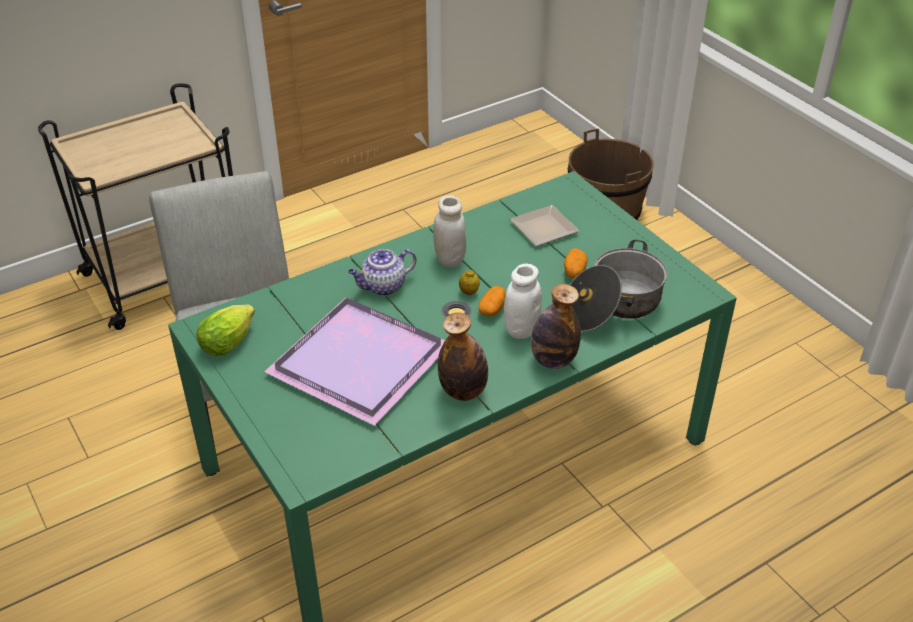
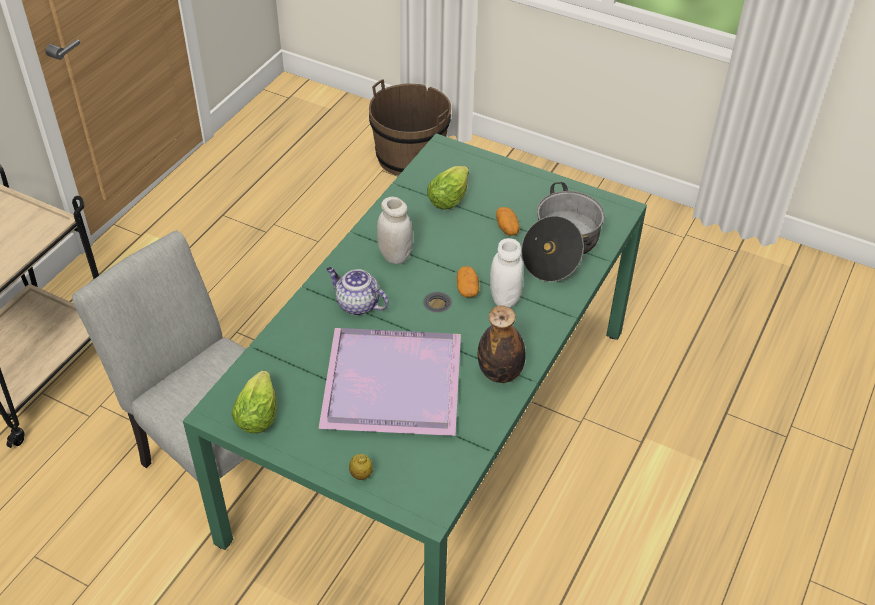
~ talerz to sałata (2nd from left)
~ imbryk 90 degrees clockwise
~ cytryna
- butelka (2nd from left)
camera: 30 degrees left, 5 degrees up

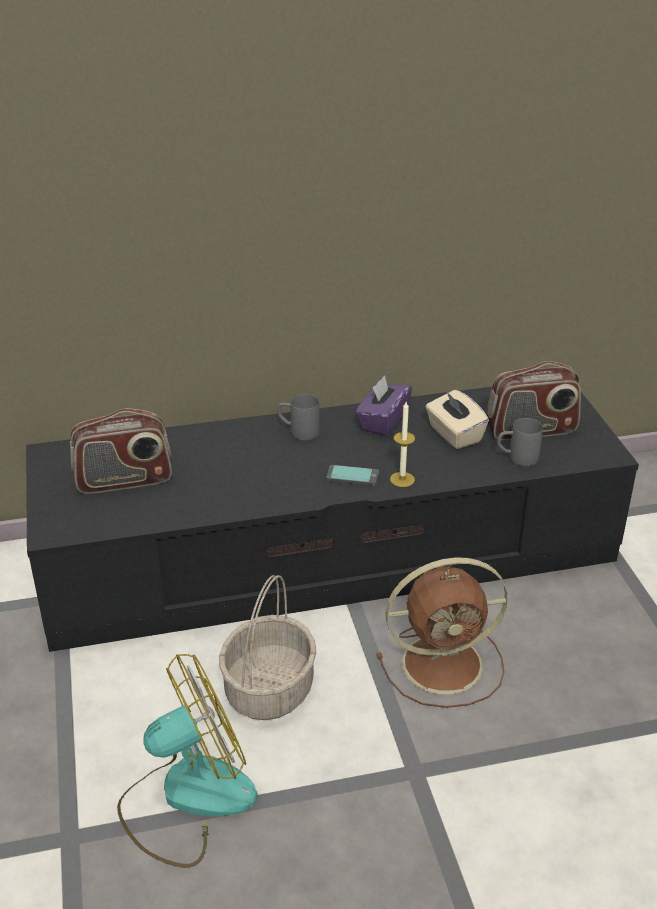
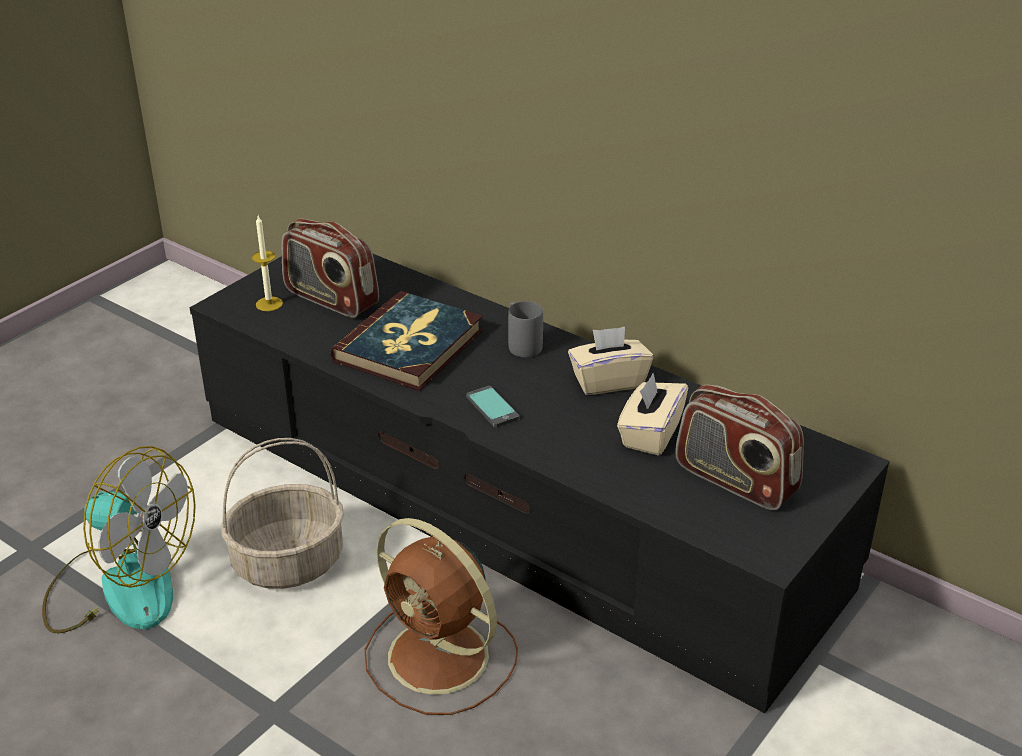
~ pudełko chusteczek [fioletowy] to pudełko chusteczek [beżowy] (1st from left)
~ świeca
- kubek [szary] (2nd from left)
+ książka
camera: 50 degrees right, 0 degrees up

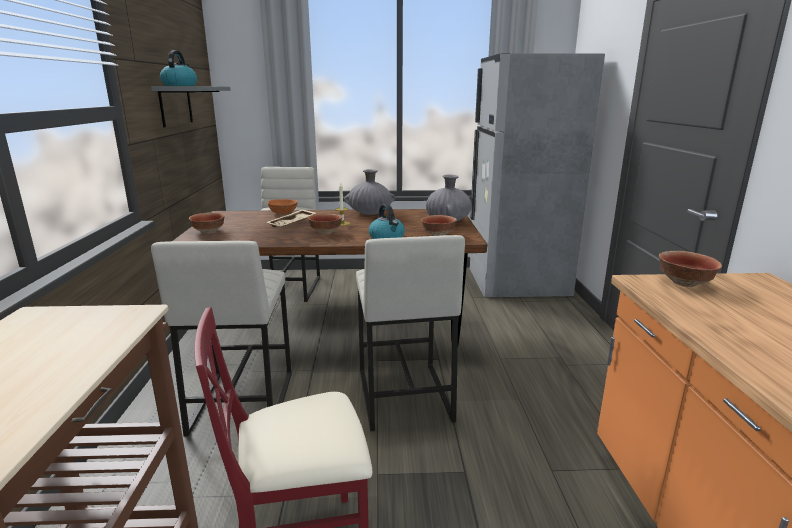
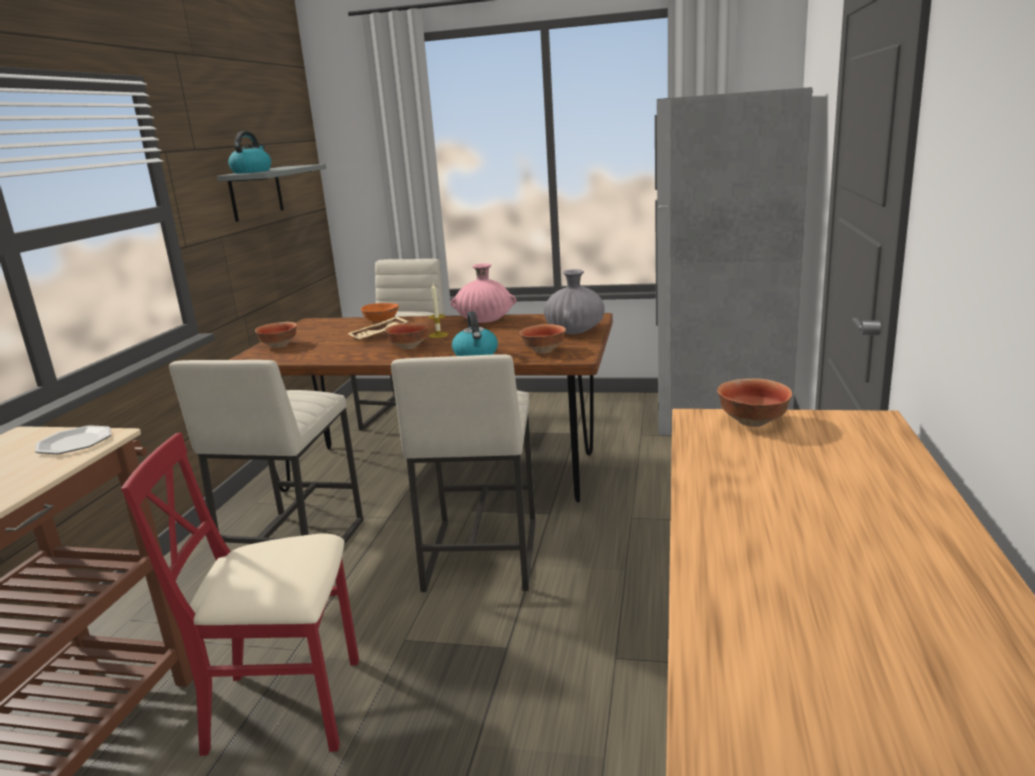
~ wazon [szary] (1st from left) to wazon [różowy]
+ talerz
camera: 15 degrees right, 0 degrees up

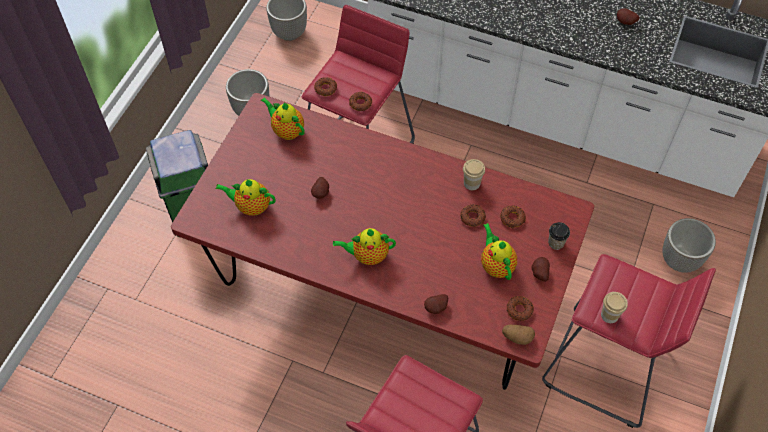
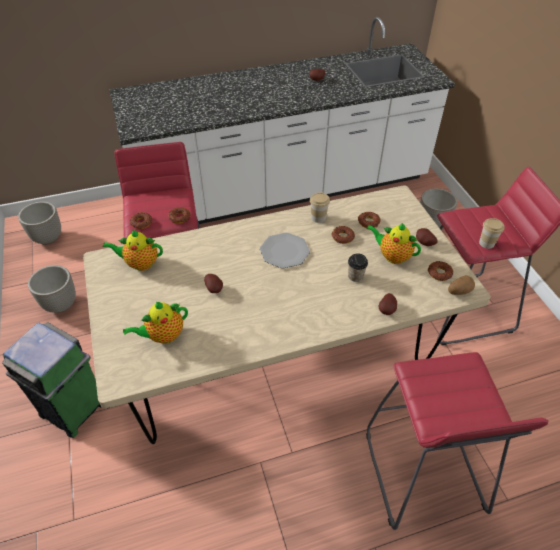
~ stół jadalny [czerwony] to stół jadalny [beżowy]
~ filiżanka (2nd from left)
- imbryk (3rd from left)
+ talerz
camera: 40 degrees left, 10 degrees down

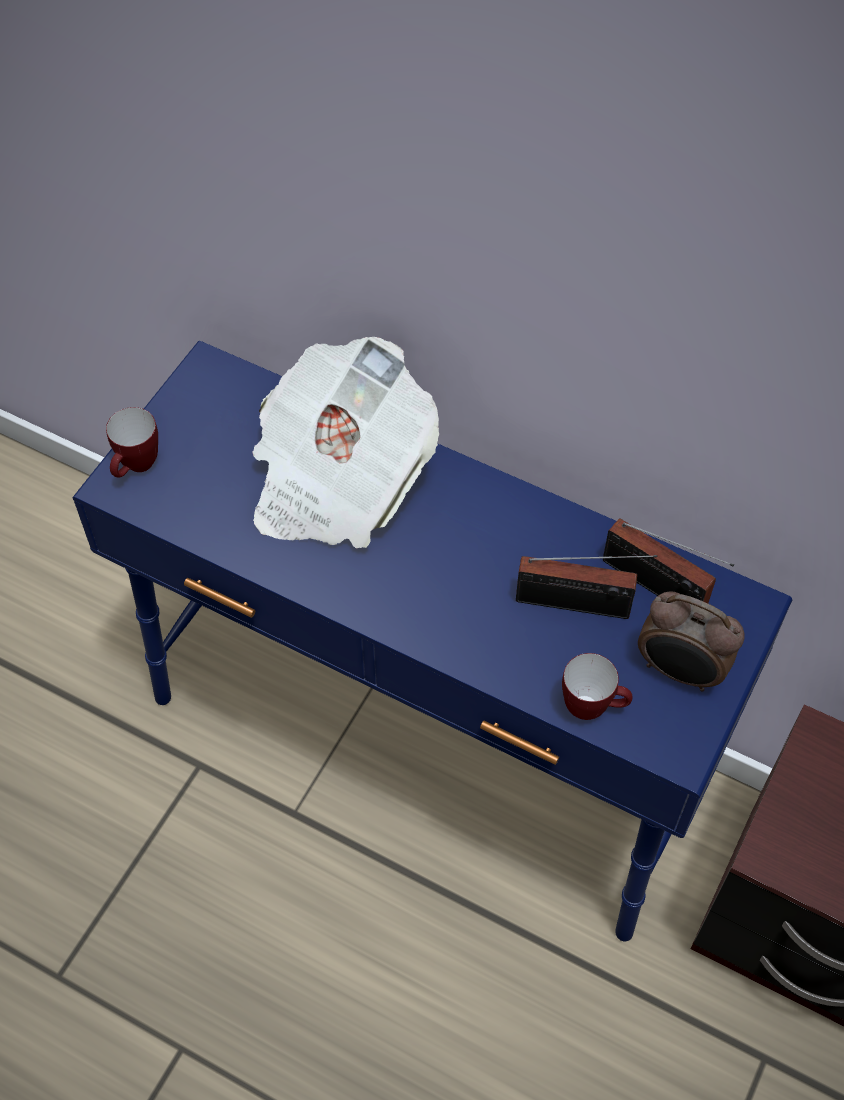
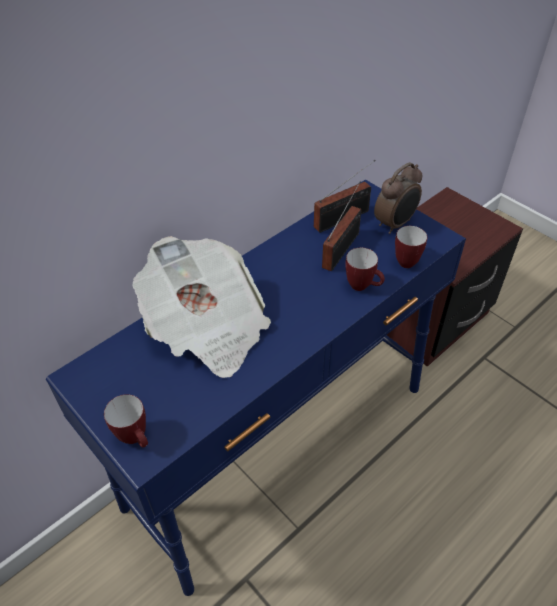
+ kubek (2nd from left)
camera: 70 degrees left, 10 degrees down

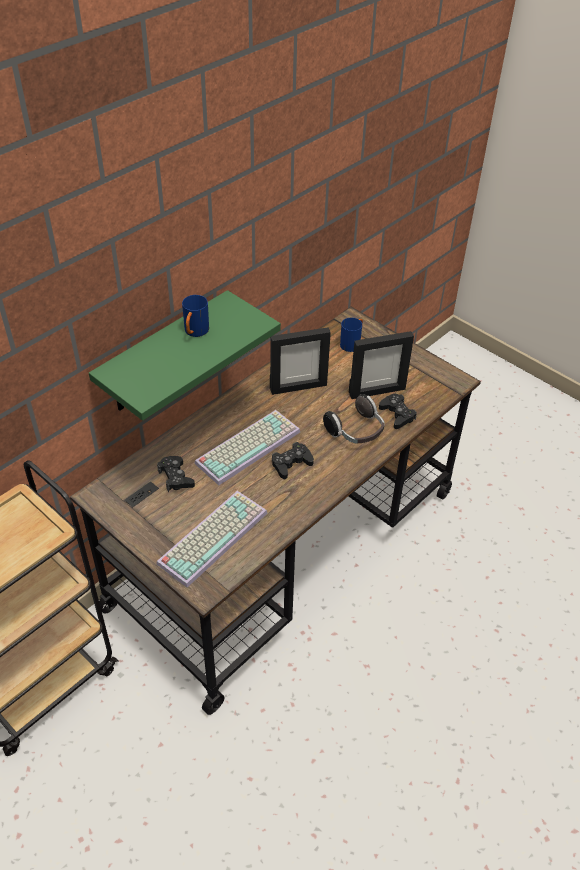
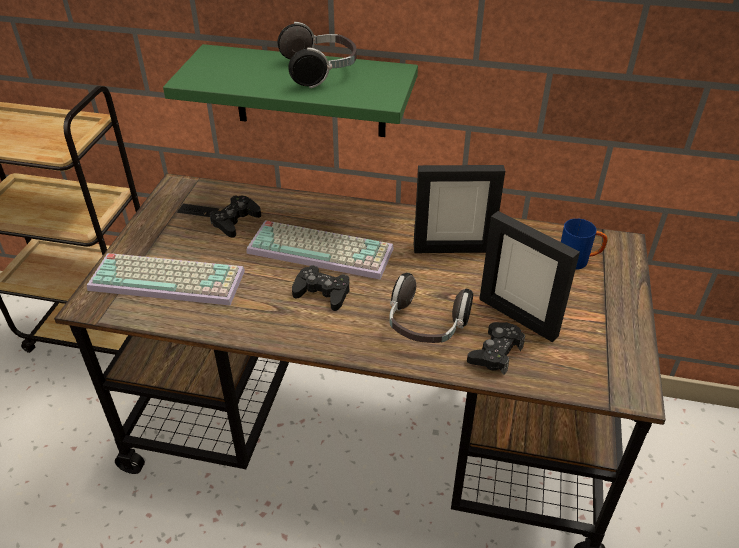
~ kubek [niebieski] (1st from left) to słuchawki (1st from left)
~ ramka na zdjęcie (1st from left) 45 degrees counterclockwise
camera: 60 degrees right, 5 degrees down

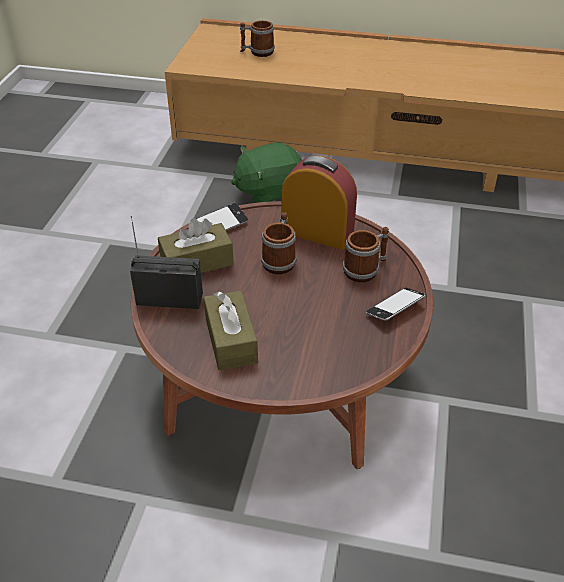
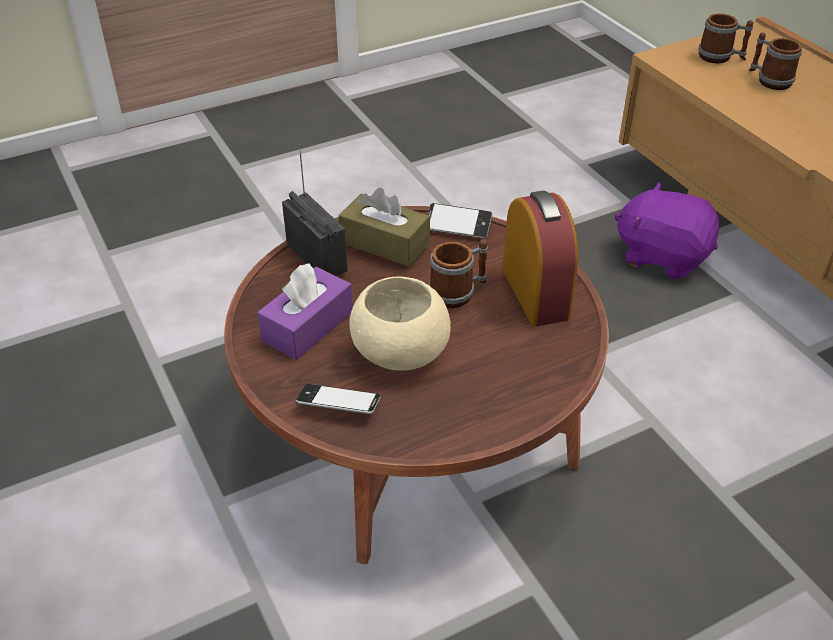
~ pluszak [zielony] to pluszak [fioletowy]
~ kubek (3rd from left in the first image) to kubek (2nd from left)
~ telefon (2nd from left in the first image) to telefon (1st from left)
~ pudełko chusteczek [brązowy] (2nd from left) to pudełko chusteczek [fioletowy]
+ miska [beżowy]
camera: 50 degrees right, 0 degrees up

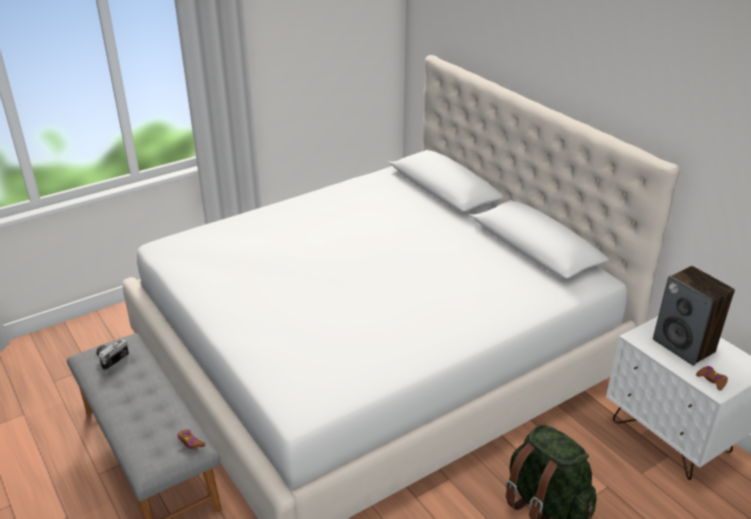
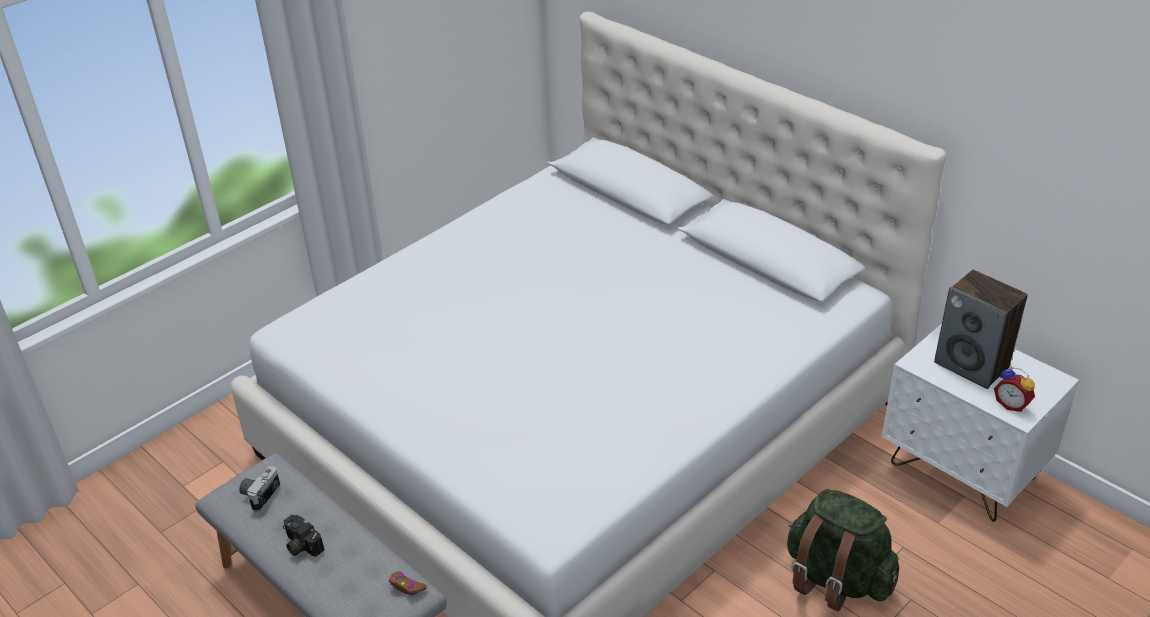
~ pad do gier [brązowy] (2nd from left) to budzik
+ aparat fotograficzny (2nd from left)
camera: 10 degrees left, 5 degrees up

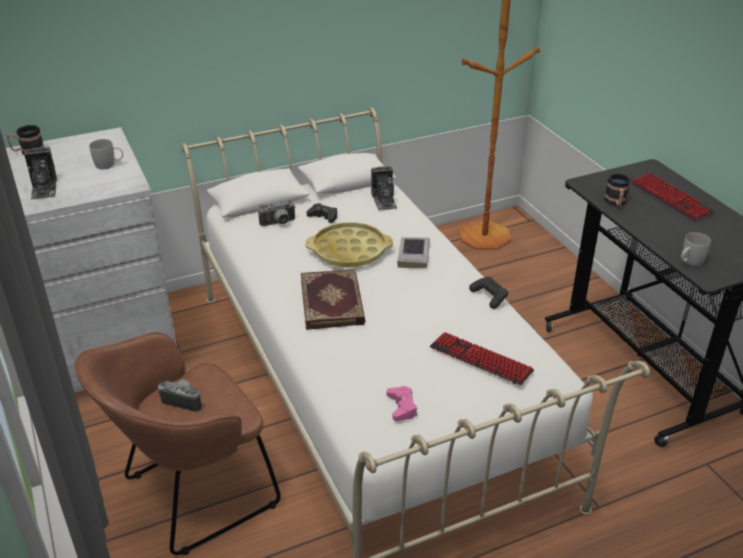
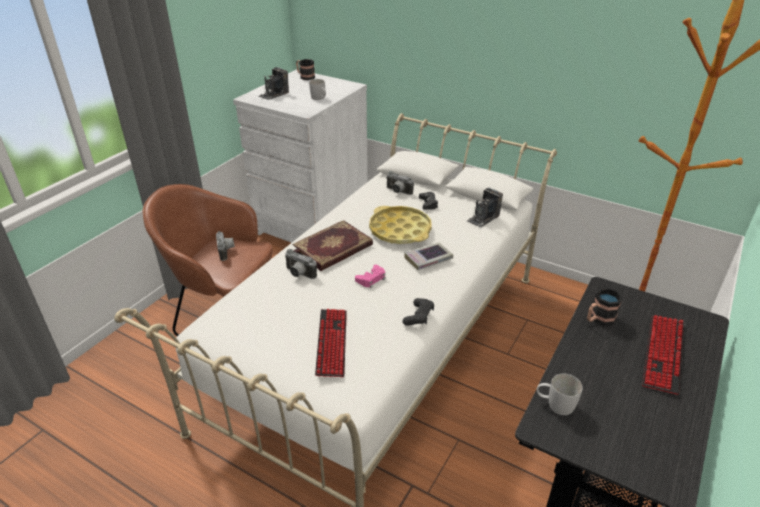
~ pad do gier [różowy]
+ aparat fotograficzny (3rd from left)
camera: 55 degrees right, 0 degrees up

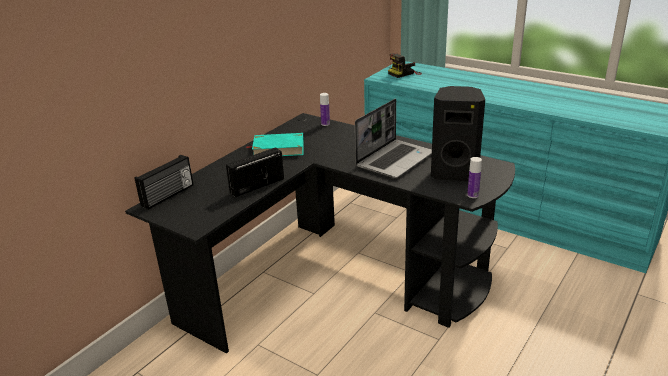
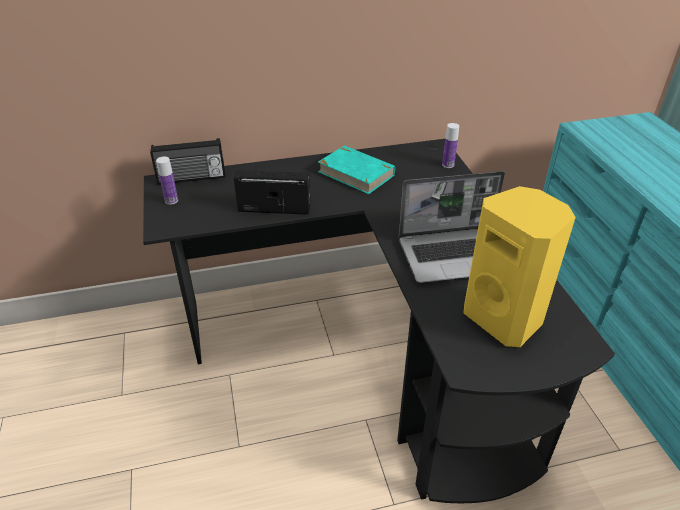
- aparat fotograficzny
~ głośnik [czarny] to głośnik [żółty]
~ butelka (2nd from left in the first image) to butelka (1st from left)
camera: 40 degrees right, 10 degrees up

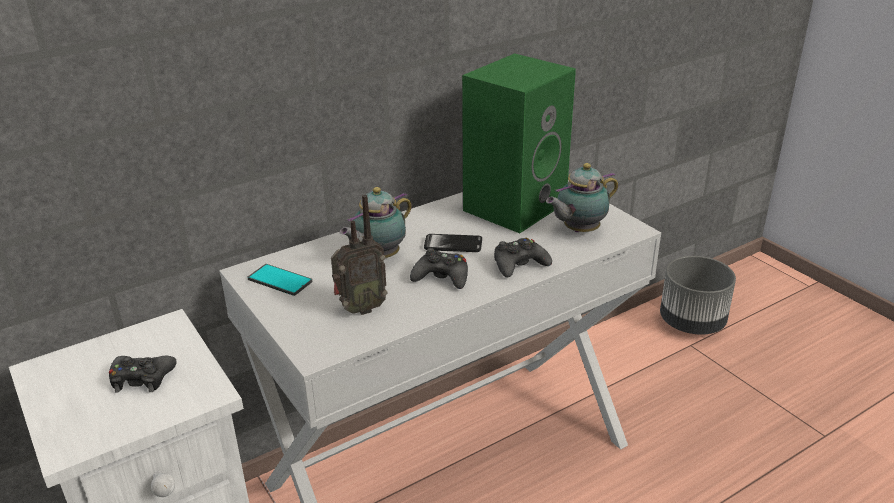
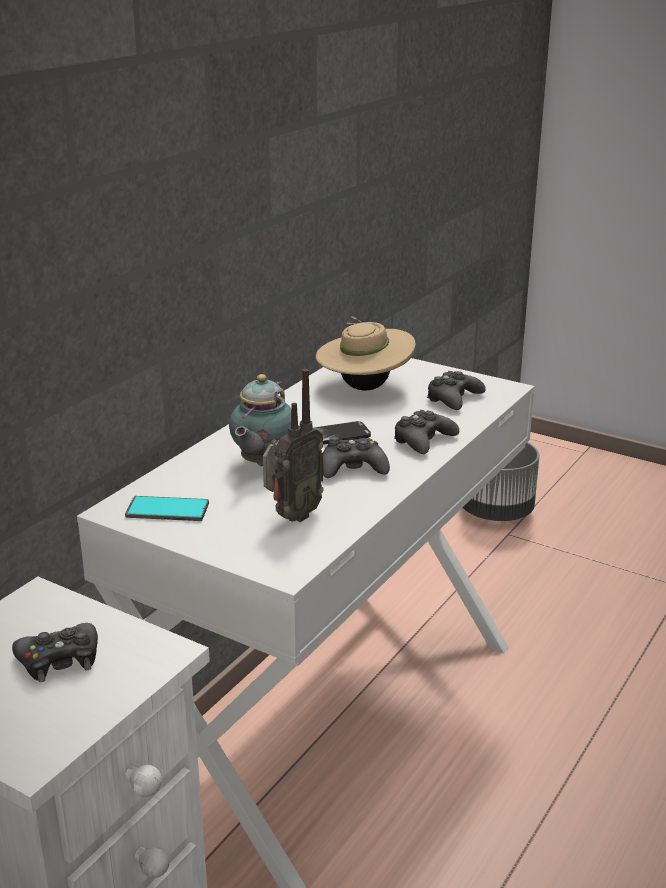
~ głośnik [zielony] to kapelusz [beżowy]
~ imbryk (2nd from left) to pad do gier [czarny] (4th from left)
camera: 25 degrees left, 5 degrees down

